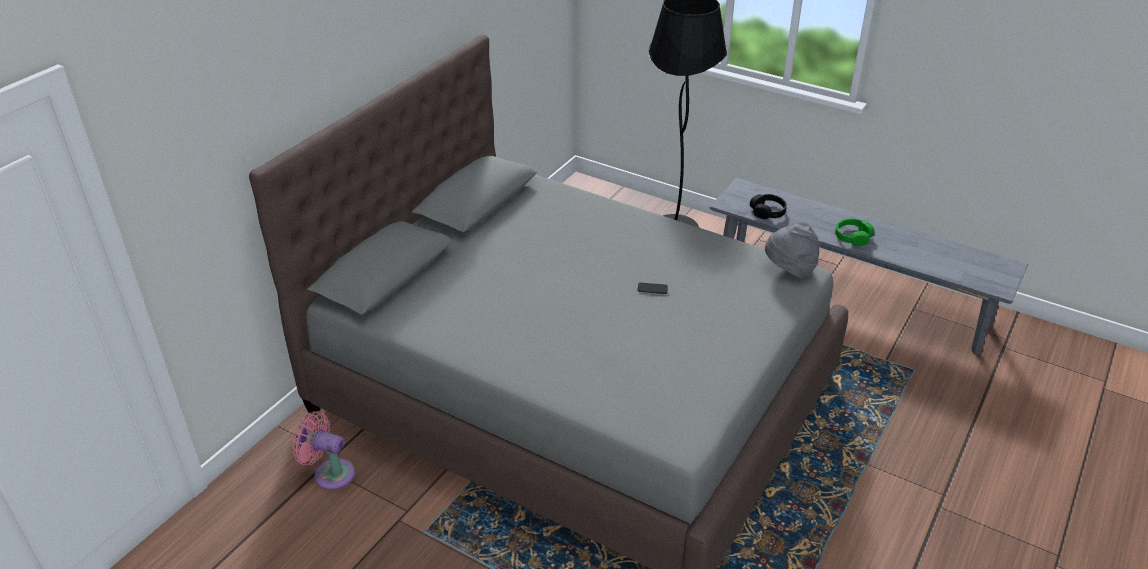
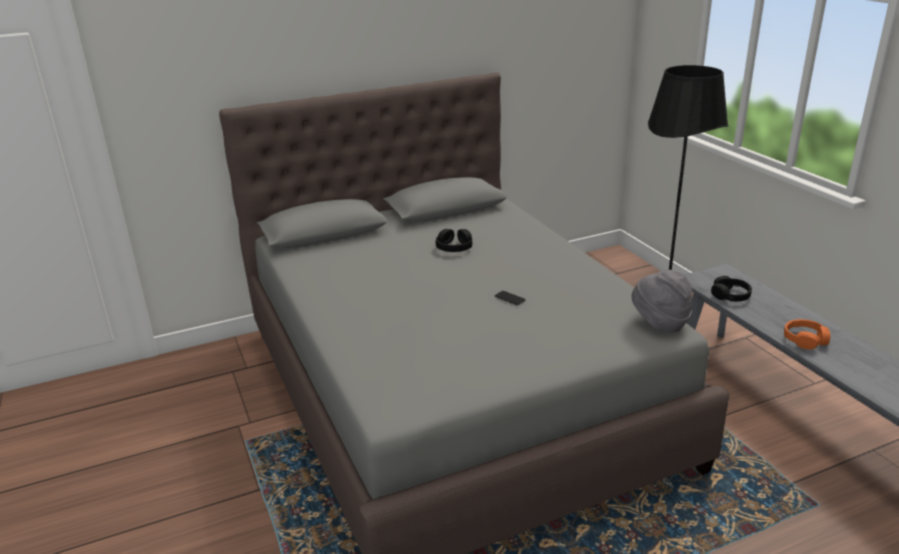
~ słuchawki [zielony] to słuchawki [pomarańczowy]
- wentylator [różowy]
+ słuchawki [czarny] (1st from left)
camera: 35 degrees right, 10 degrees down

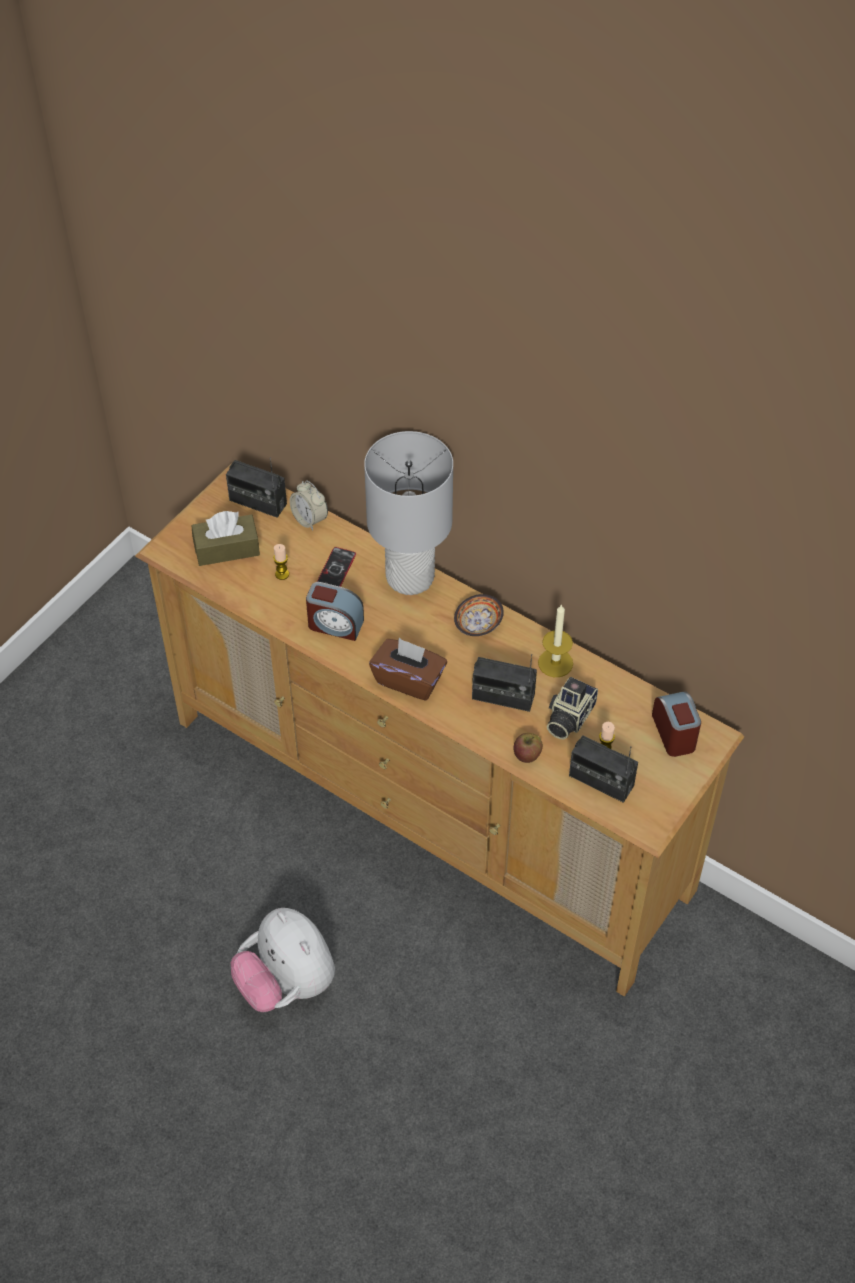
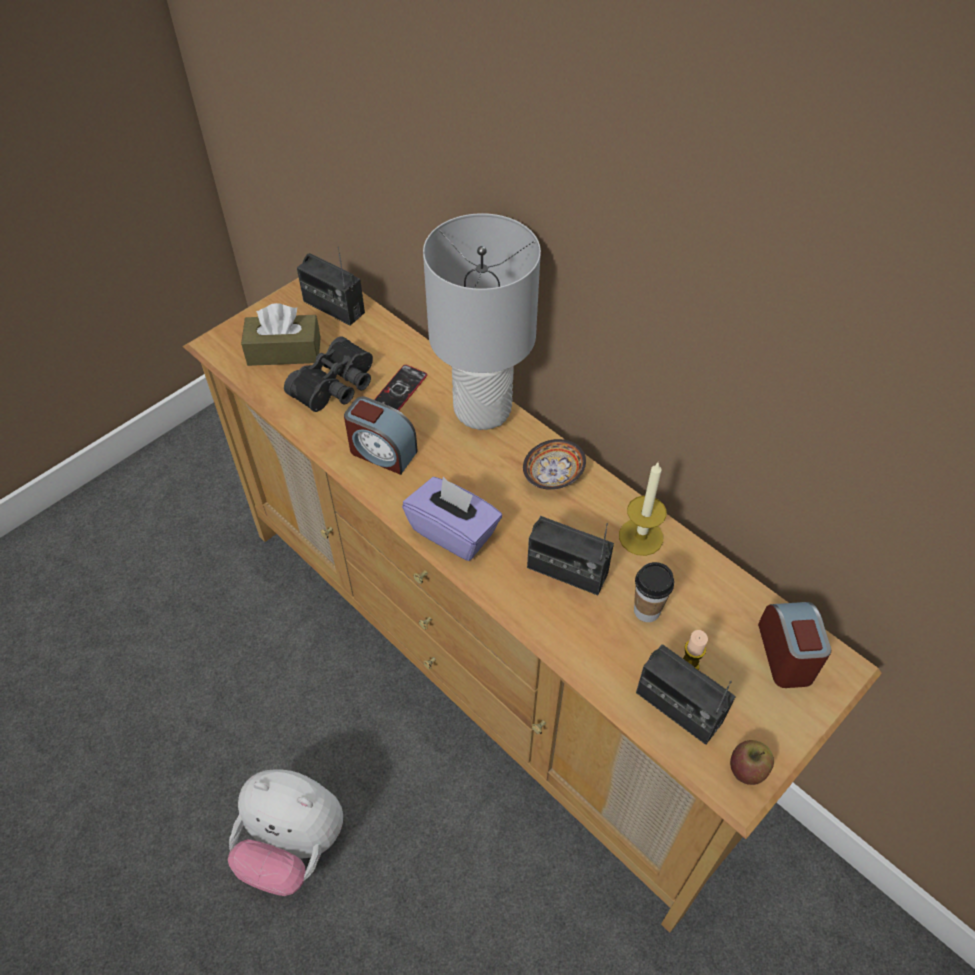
- budzik (1st from left)
~ świeca (1st from left) to lornetka [czarny]
~ pudełko chusteczek [brązowy] (2nd from left) to pudełko chusteczek [fioletowy]
~ aparat fotograficzny to filiżanka
~ jabłko
~ pluszak 45 degrees counterclockwise
camera: 10 degrees right, 0 degrees up

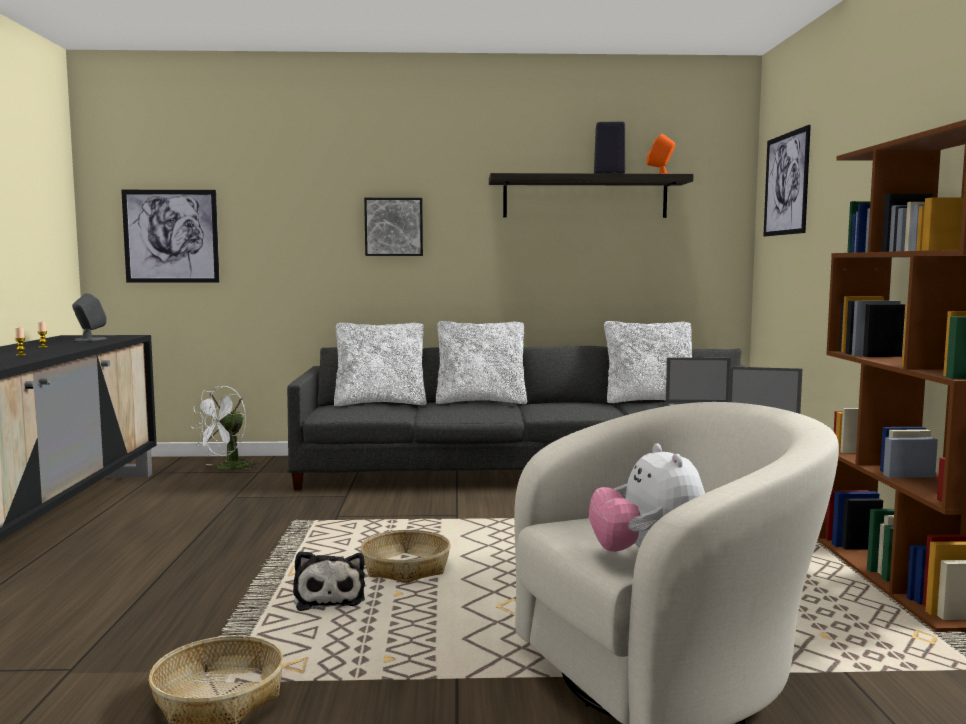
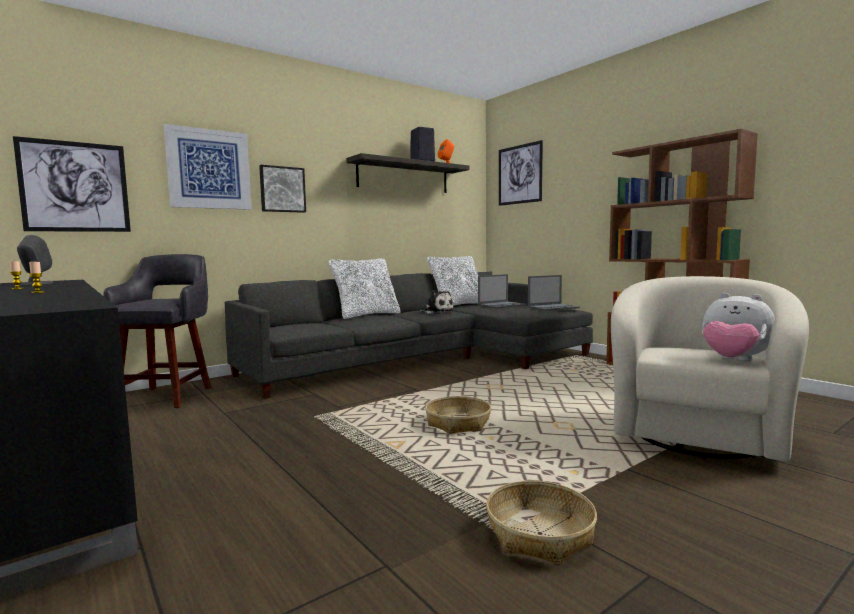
- poduszka [biały] (1st from left)
~ wentylator [biały] to stołek [szary]
~ pluszak (1st from left)
+ obraz (2nd from left)
camera: 35 degrees left, 0 degrees up

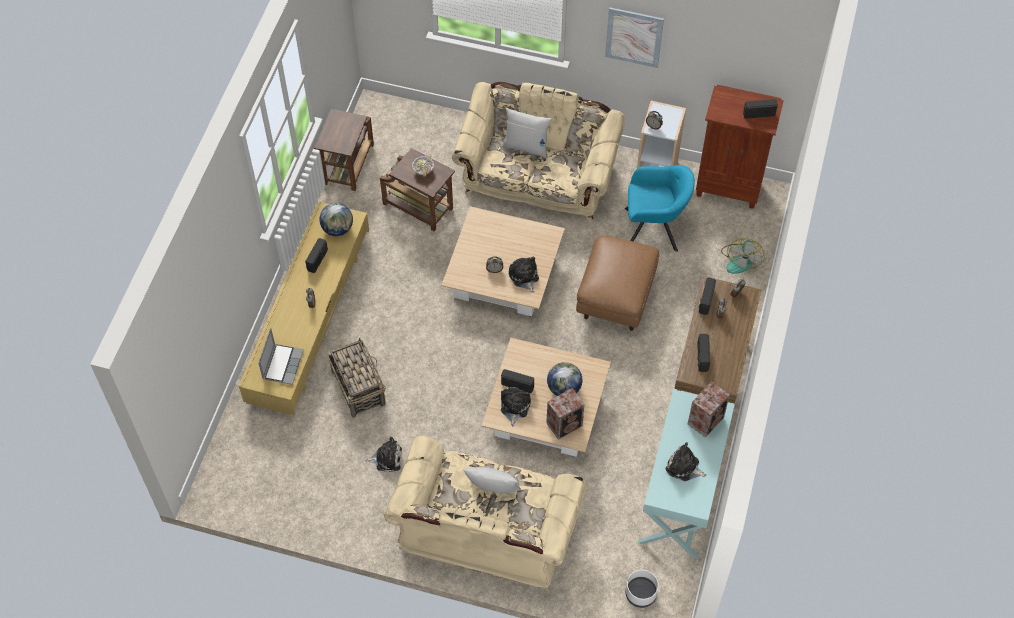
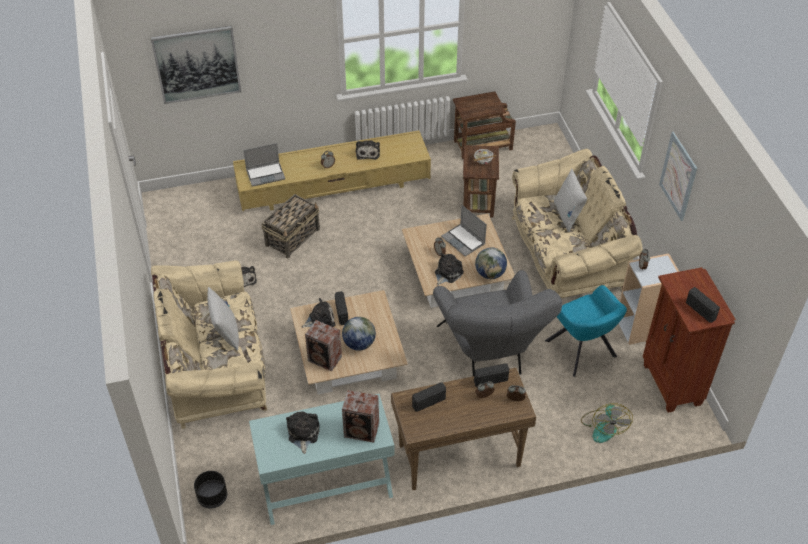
~ globus (1st from left in the first image) to globus (2nd from left)
~ pufa [brązowy] to fotel [szary]
~ radio (1st from left) to pluszak (4th from left)
~ wentylator 75 degrees counterclockwise
~ donica [biały] to donica [czarny]
+ obraz (1st from left)
+ laptop (2nd from left)
camera: 60 degrees right, 10 degrees down

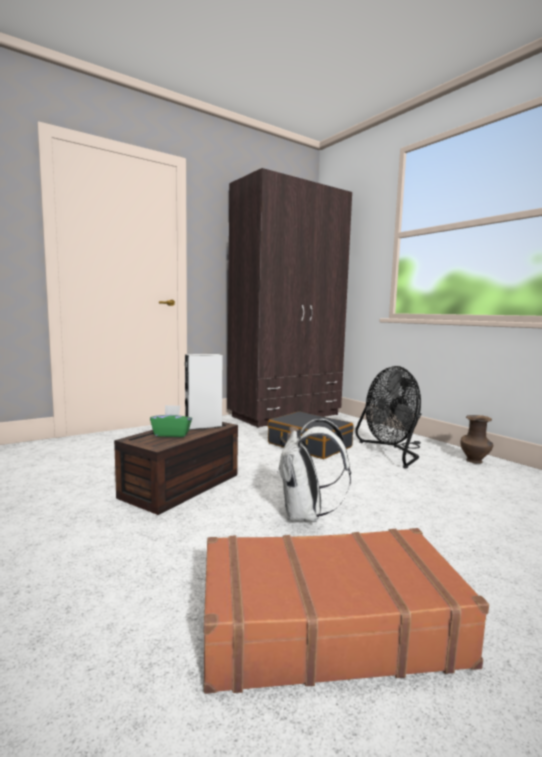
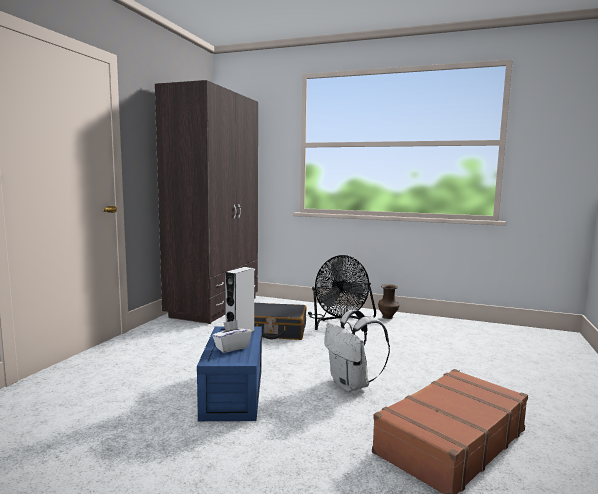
~ wentylator [czarny] 60 degrees counterclockwise
~ pudełko chusteczek [zielony] to pudełko chusteczek [biały]
~ pojemnik do przechowywania [brązowy] to pojemnik do przechowywania [niebieski]
camera: 35 degrees left, 0 degrees up

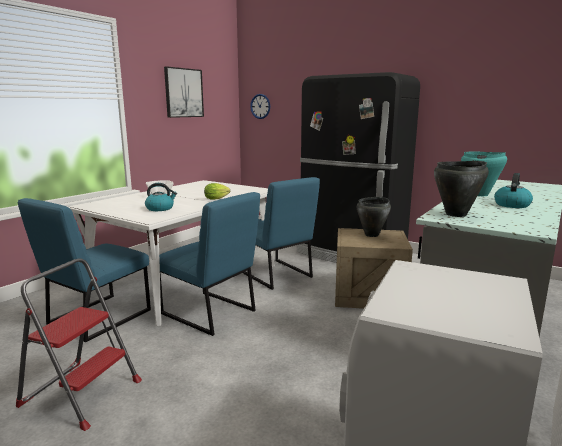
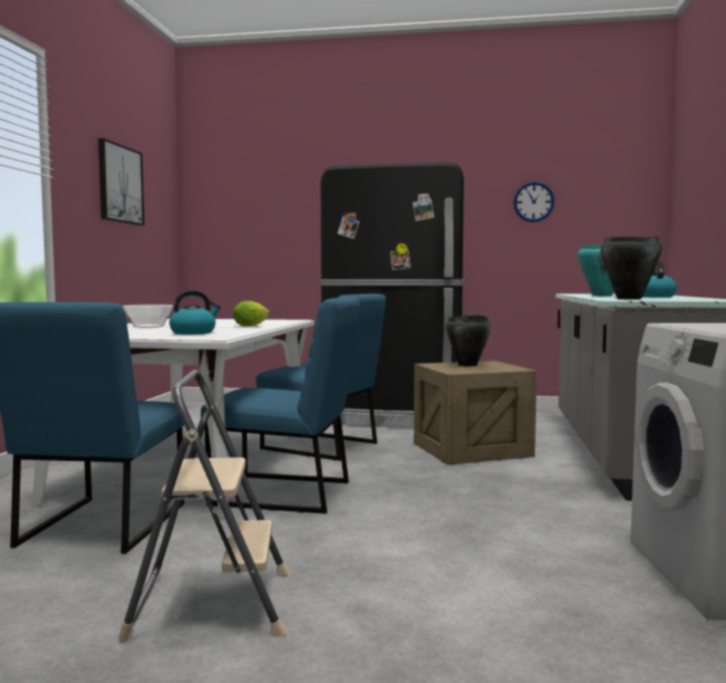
~ zegar ścienny
~ drabinka [czerwony] to drabinka [beżowy]
camera: 25 degrees left, 10 degrees down

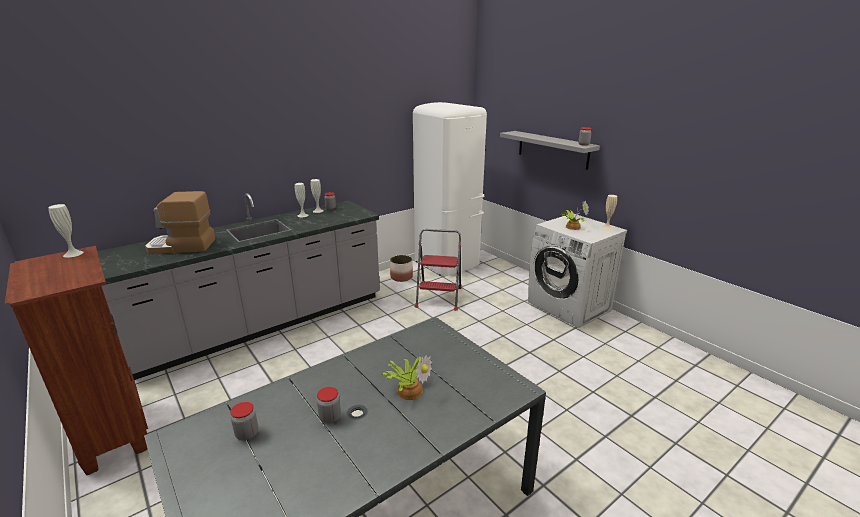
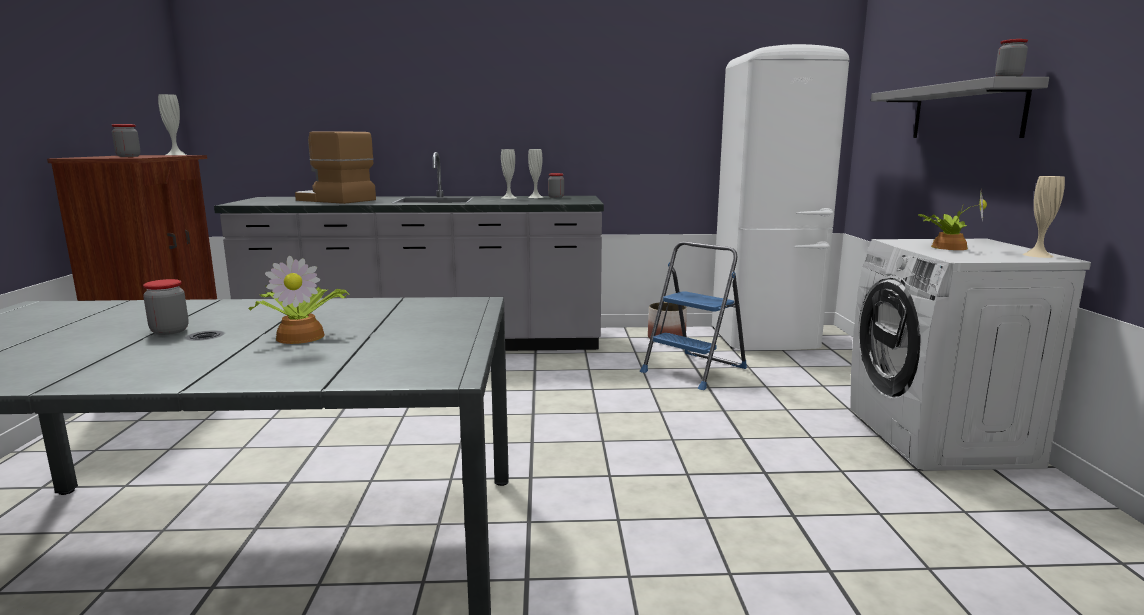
~ drabinka [czerwony] to drabinka [niebieski]
~ słoik (1st from left)
camera: 35 degrees right, 10 degrees down

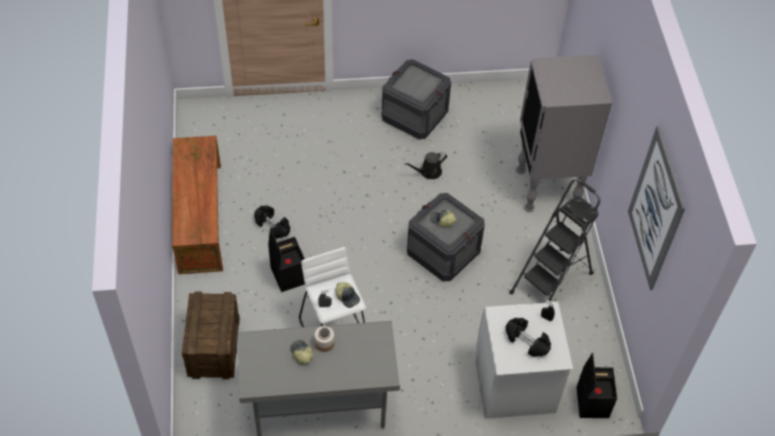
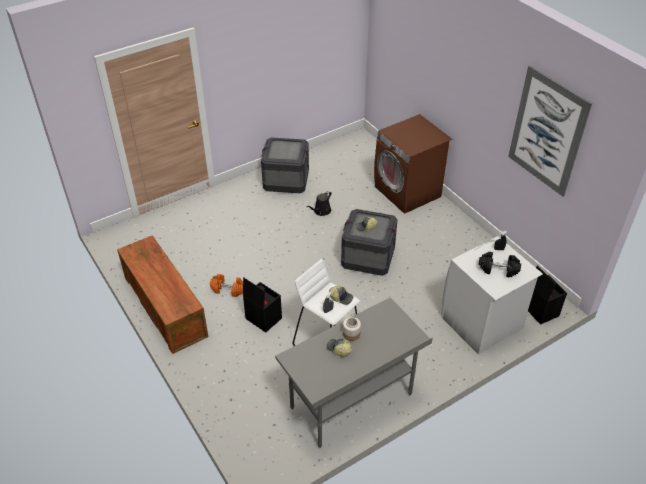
~ szafka [szary] to pralka [brązowy]
- drabinka
~ hantel [czarny] (1st from left) to hantel [pomarańczowy]
- skrzynka (1st from left)
camera: 25 degrees left, 10 degrees down

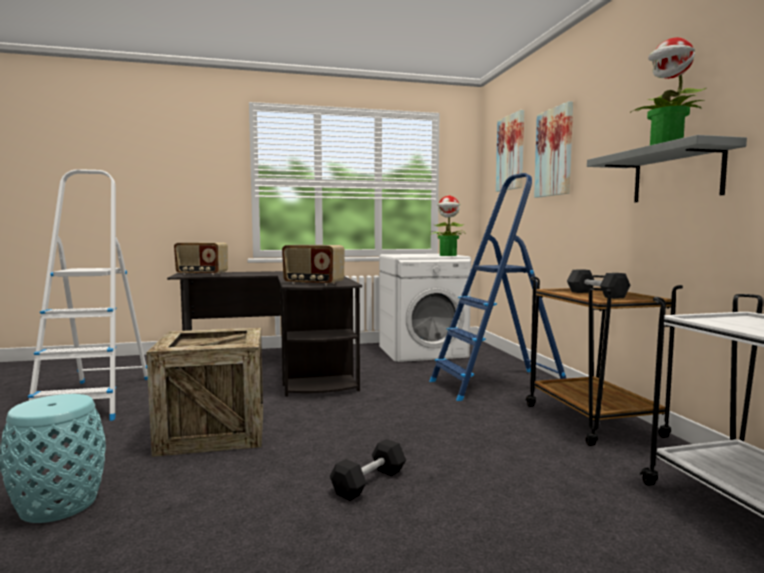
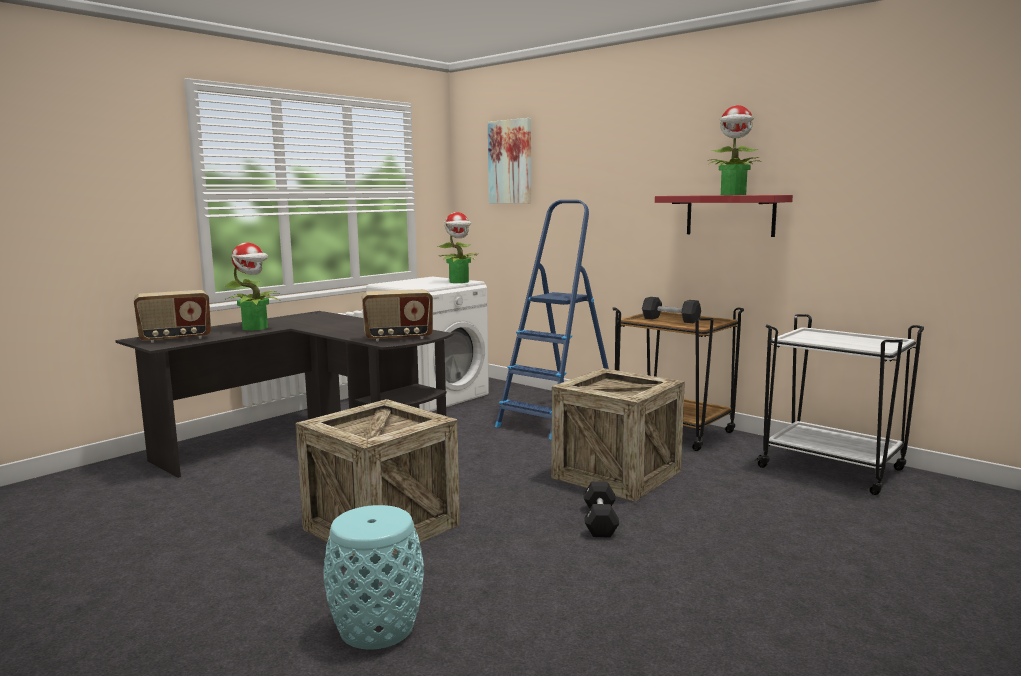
- obraz (2nd from left)
~ półka [szary] to półka [czerwony]
- drabinka [biały]
+ roślina doniczkowa (1st from left)
+ skrzynka (2nd from left)
camera: 35 degrees left, 5 degrees up

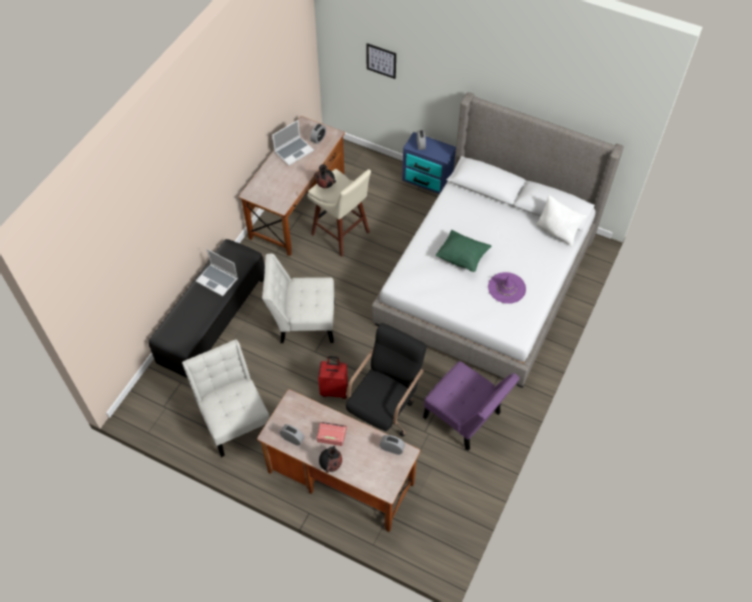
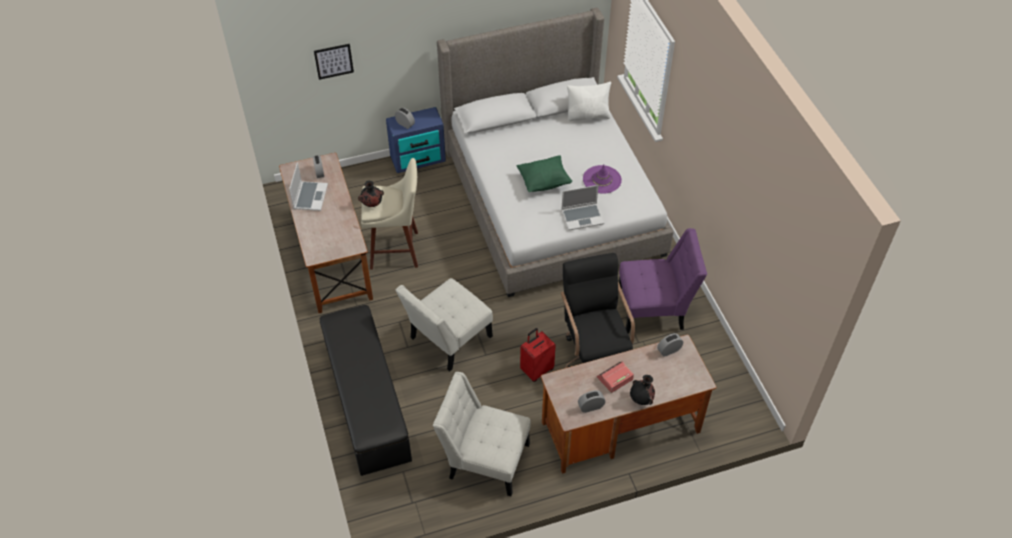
~ laptop (1st from left in the first image) to laptop (2nd from left)
camera: 45 degrees left, 5 degrees down

